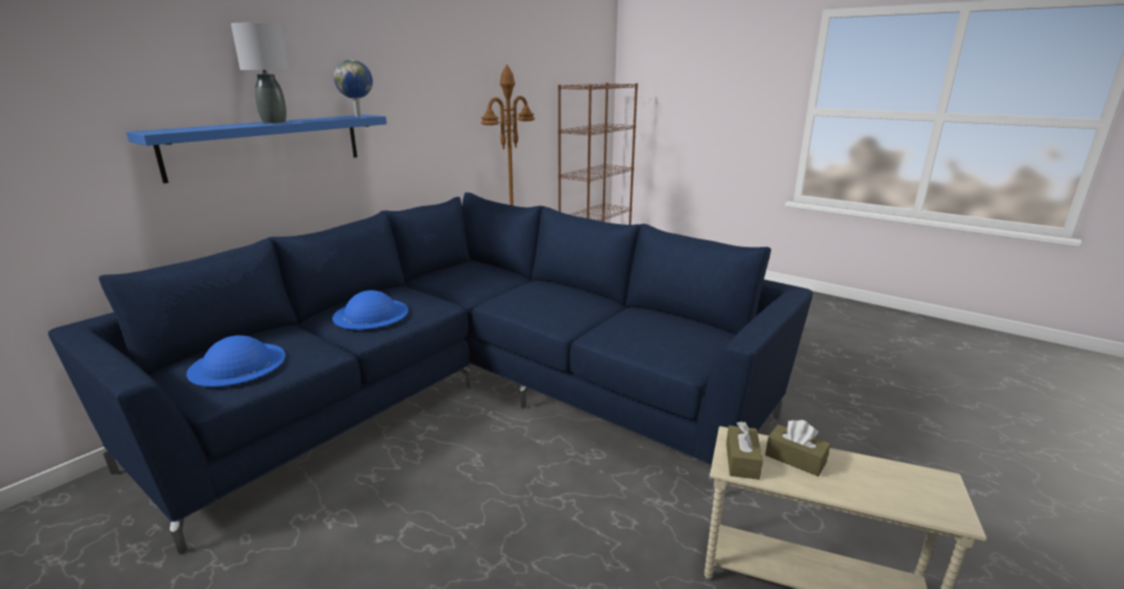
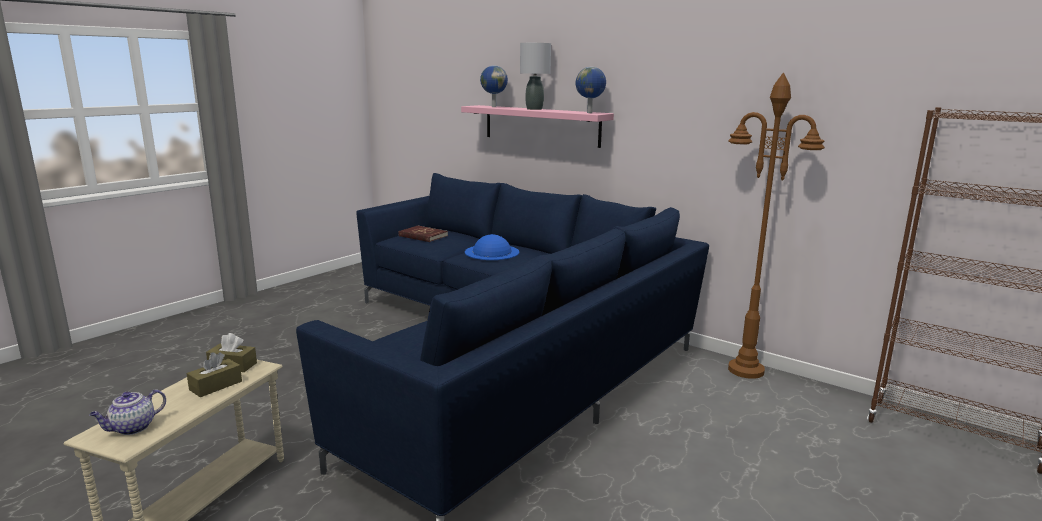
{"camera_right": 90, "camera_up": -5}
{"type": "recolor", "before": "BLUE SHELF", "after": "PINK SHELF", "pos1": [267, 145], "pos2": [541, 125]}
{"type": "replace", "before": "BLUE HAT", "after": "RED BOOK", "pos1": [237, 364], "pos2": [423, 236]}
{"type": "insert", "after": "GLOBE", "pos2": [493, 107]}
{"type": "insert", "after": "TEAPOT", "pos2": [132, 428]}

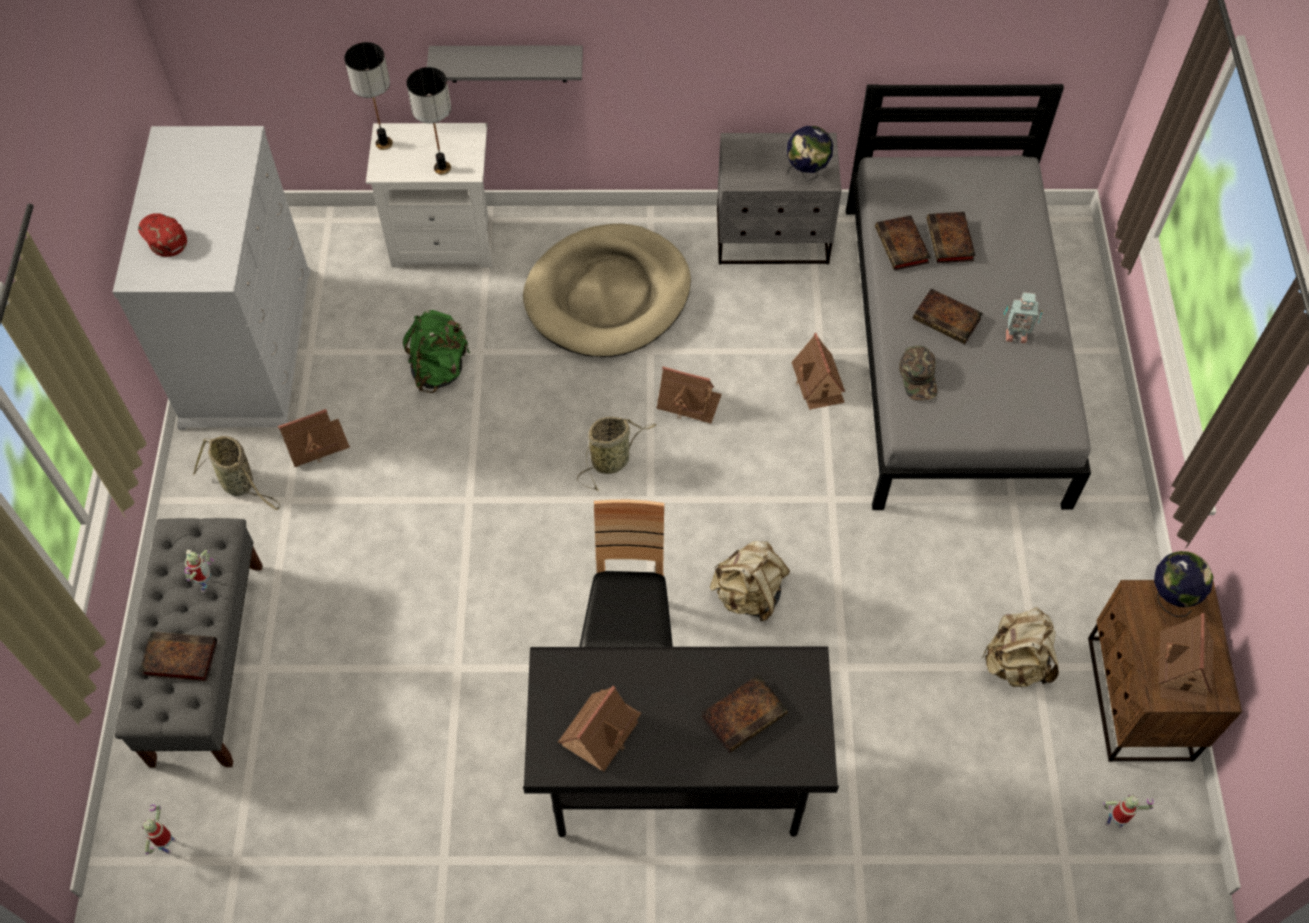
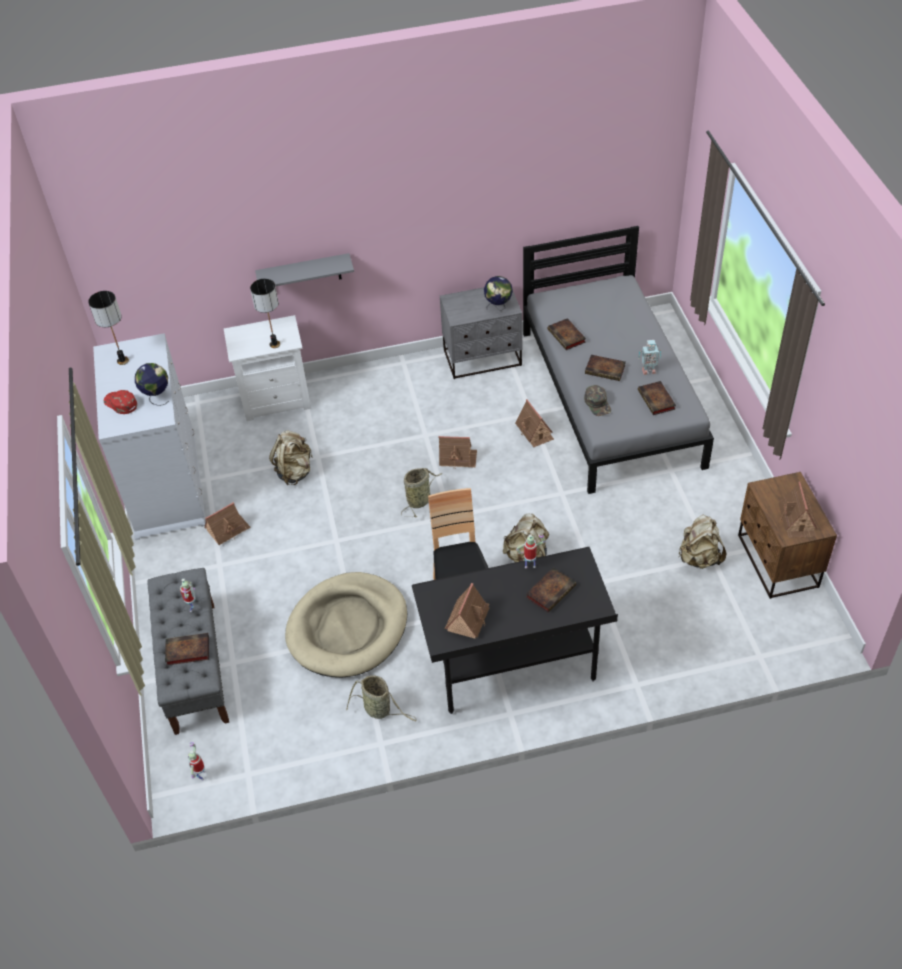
{"camera_right": -10, "camera_up": -10}
{"type": "move", "before": "TABLE LAMP", "pos1": [383, 143], "pos2": [122, 361]}
{"type": "move", "before": "BOOK", "pos1": [950, 241], "pos2": [657, 400]}
{"type": "move", "before": "BEIGE DOG BED", "pos1": [608, 295], "pos2": [348, 628]}
{"type": "recolor", "before": "GREEN BACKPACK", "after": "BEIGE BACKPACK", "pos1": [439, 369], "pos2": [294, 472]}
{"type": "move", "before": "BASKET", "pos1": [240, 484], "pos2": [379, 710]}
{"type": "move", "before": "GLOBE", "pos1": [1170, 597], "pos2": [157, 397]}
{"type": "move", "before": "TOY ROBOT", "pos1": [1114, 822], "pos2": [530, 565]}

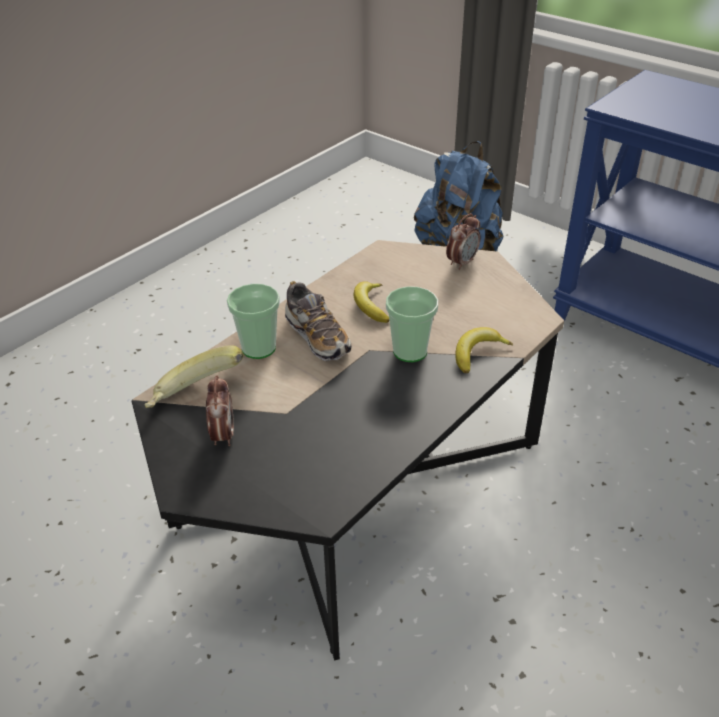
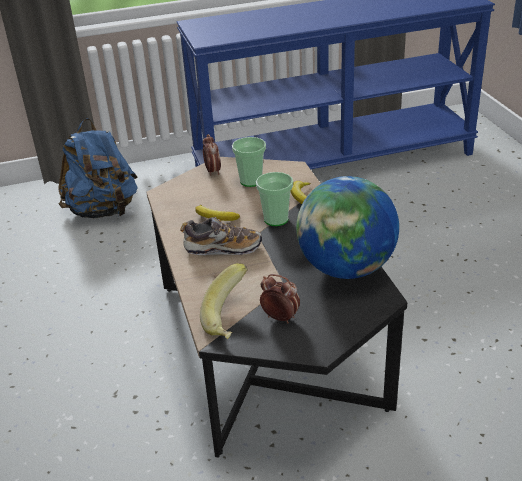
{"camera_right": -55, "camera_up": -5}
{"type": "move", "before": "CUP", "pos1": [258, 348], "pos2": [251, 181]}
{"type": "insert", "after": "GLOBE", "pos2": [346, 268]}

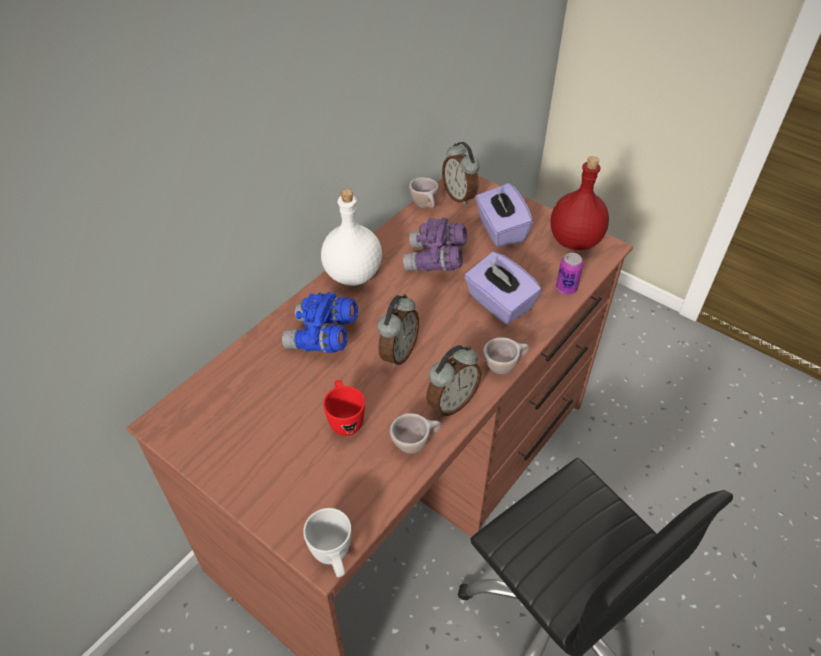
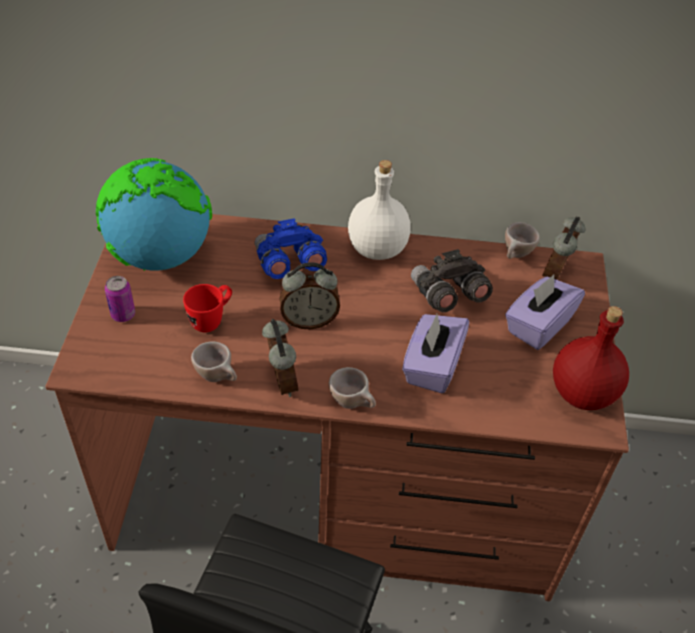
{"camera_right": 55, "camera_up": 0}
{"type": "recolor", "before": "PURPLE BINOCULARS", "after": "GREY BINOCULARS", "pos1": [435, 260], "pos2": [447, 295]}
{"type": "move", "before": "CAN", "pos1": [566, 288], "pos2": [123, 315]}
{"type": "rotate", "before": "ALARM CLOCK", "pos1": [451, 402], "pos2": [280, 382], "turn": -120}
{"type": "delete", "before": "WHITE MUG", "pos1": [333, 558]}
{"type": "insert", "after": "GLOBE", "pos2": [160, 256]}

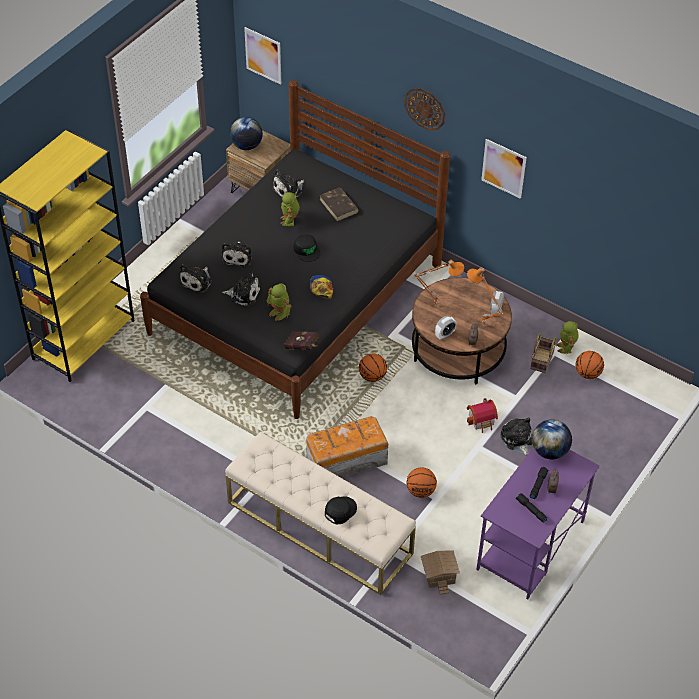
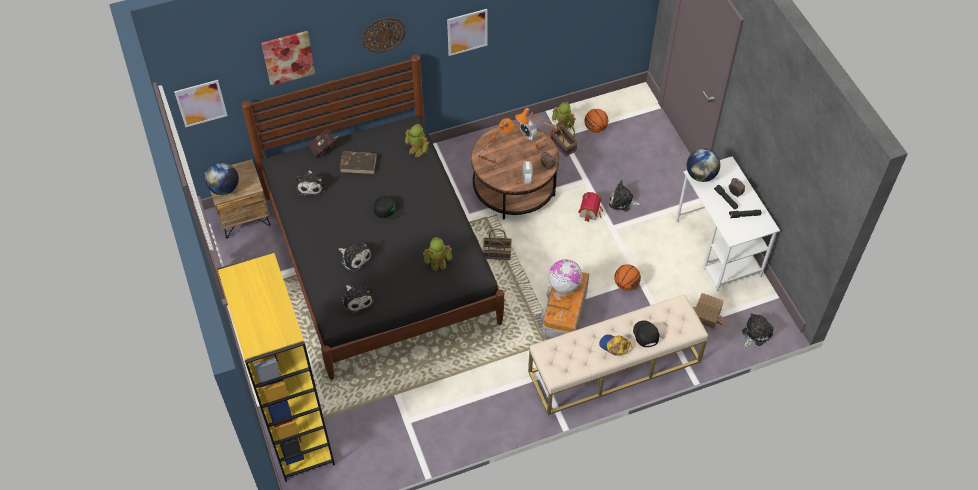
{"camera_right": -55, "camera_up": 5}
{"type": "move", "before": "TOY ROBOT", "pos1": [290, 221], "pos2": [418, 150]}
{"type": "move", "before": "PLUSH TOY", "pos1": [244, 294], "pos2": [755, 334]}
{"type": "move", "before": "CAP", "pos1": [321, 288], "pos2": [614, 346]}
{"type": "move", "before": "RED BOOK", "pos1": [303, 347], "pos2": [324, 147]}
{"type": "replace", "before": "BASKETBALL", "after": "BASKET", "pos1": [372, 376], "pos2": [498, 253]}
{"type": "recolor", "before": "PURPLE DESK", "after": "WHITE DESK", "pos1": [530, 546], "pos2": [718, 249]}
{"type": "insert", "after": "PICTURE", "pos2": [288, 57]}
{"type": "insert", "after": "GLOBE", "pos2": [564, 285]}

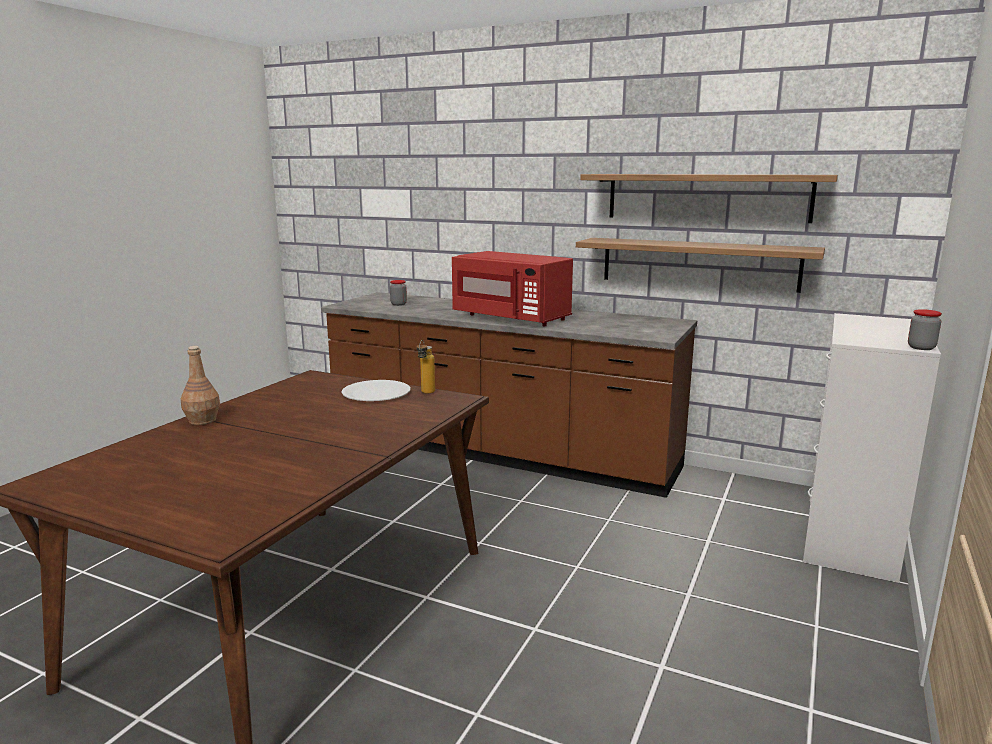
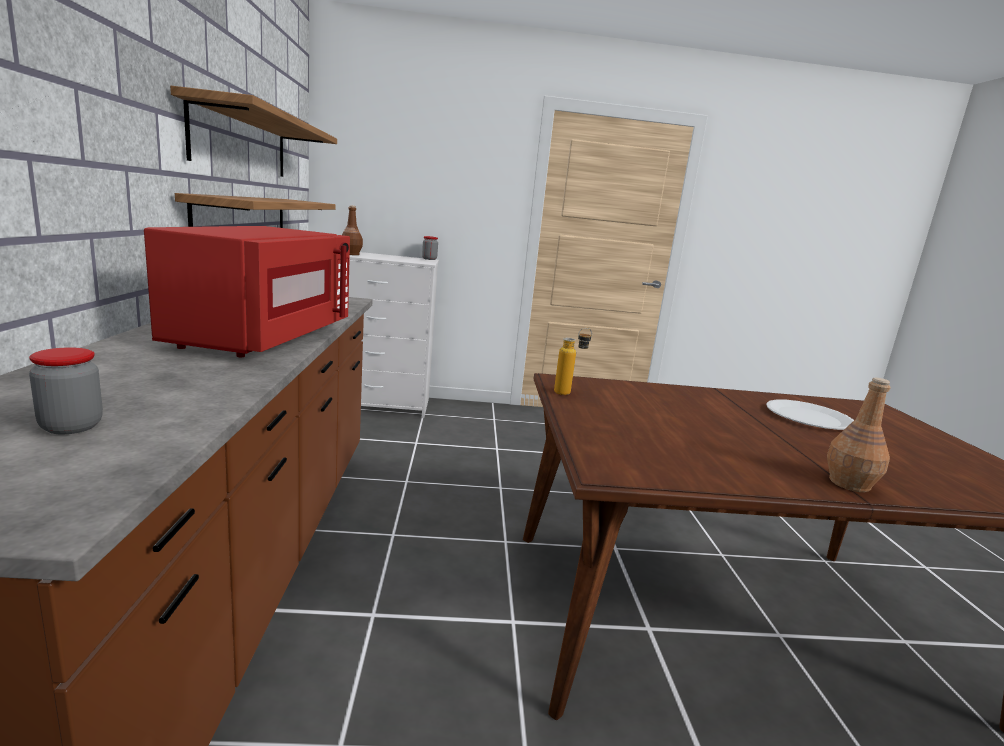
{"camera_right": -120, "camera_up": 0}
{"type": "move", "before": "WHITE PLATE", "pos1": [376, 393], "pos2": [809, 417]}
{"type": "insert", "after": "BROWN BOTTLE", "pos2": [351, 254]}

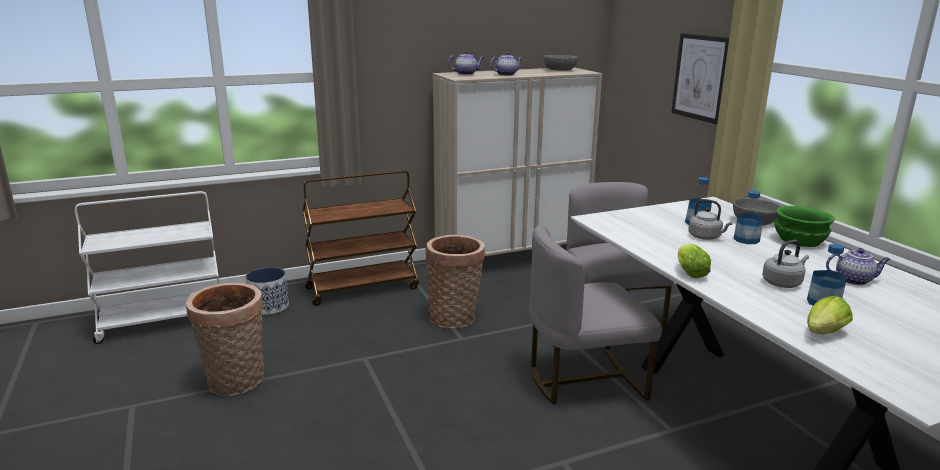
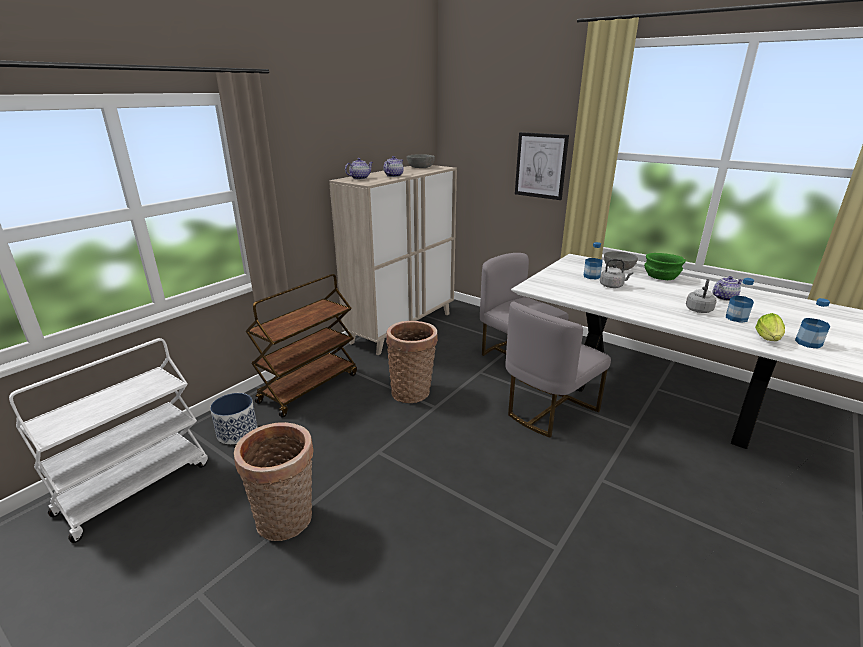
{"camera_right": -30, "camera_up": 5}
{"type": "move", "before": "BOTTLE", "pos1": [746, 240], "pos2": [808, 343]}
{"type": "delete", "before": "LETTUCE", "pos1": [689, 272]}

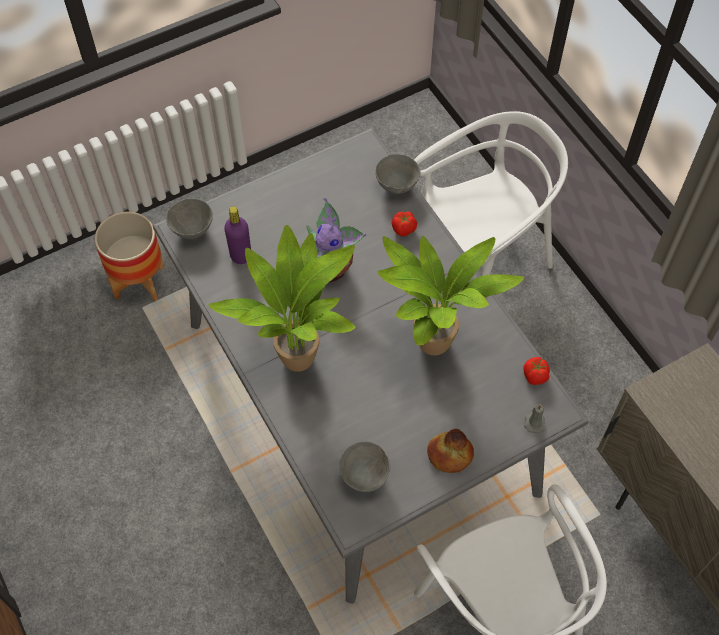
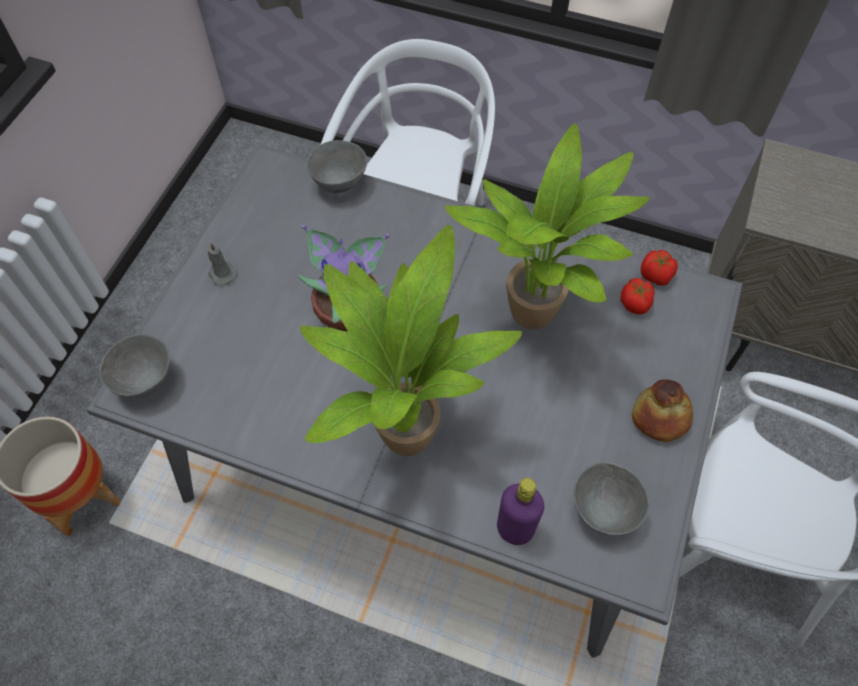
{"camera_right": -40, "camera_up": 0}
{"type": "move", "before": "PURPLE BOTTLE", "pos1": [241, 255], "pos2": [515, 529]}
{"type": "move", "before": "TOMATO", "pos1": [404, 229], "pos2": [634, 304]}
{"type": "move", "before": "GREY CANDLE", "pos1": [534, 421], "pos2": [222, 273]}

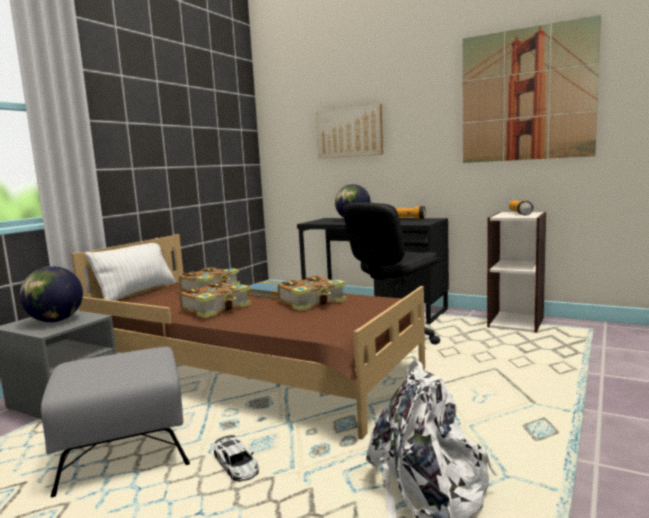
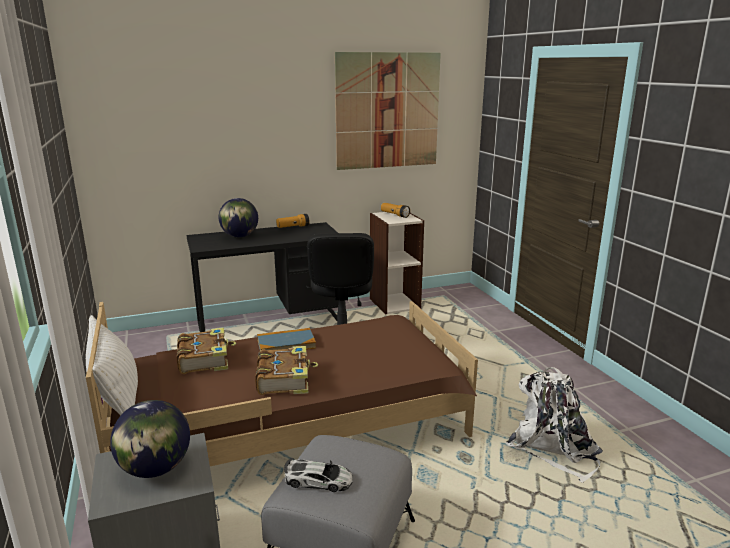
{"camera_right": -50, "camera_up": 10}
{"type": "delete", "before": "PICTURE", "pos1": [349, 132]}
{"type": "delete", "before": "BOOK", "pos1": [313, 302]}
{"type": "move", "before": "TOY CAR", "pos1": [236, 464], "pos2": [318, 480]}

